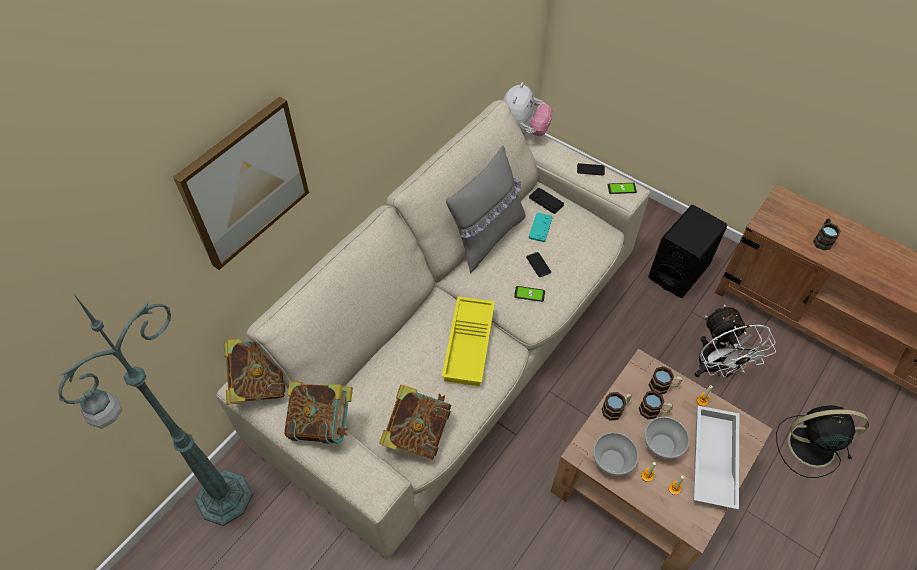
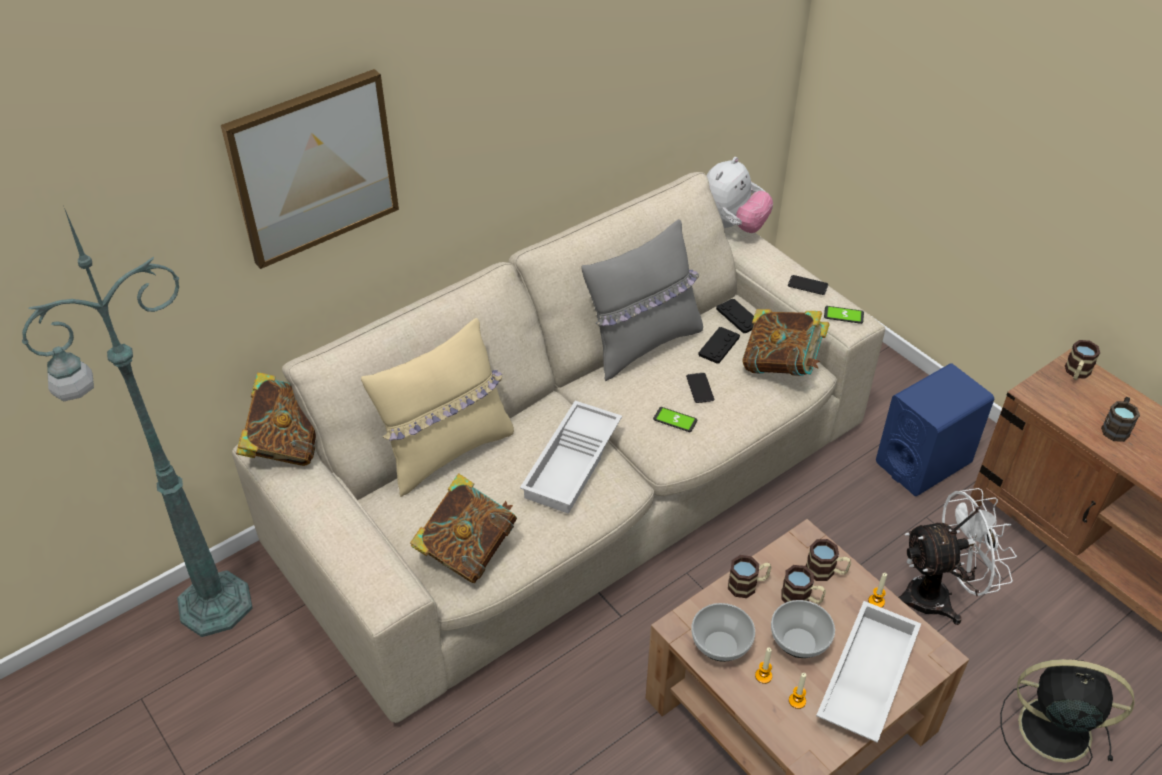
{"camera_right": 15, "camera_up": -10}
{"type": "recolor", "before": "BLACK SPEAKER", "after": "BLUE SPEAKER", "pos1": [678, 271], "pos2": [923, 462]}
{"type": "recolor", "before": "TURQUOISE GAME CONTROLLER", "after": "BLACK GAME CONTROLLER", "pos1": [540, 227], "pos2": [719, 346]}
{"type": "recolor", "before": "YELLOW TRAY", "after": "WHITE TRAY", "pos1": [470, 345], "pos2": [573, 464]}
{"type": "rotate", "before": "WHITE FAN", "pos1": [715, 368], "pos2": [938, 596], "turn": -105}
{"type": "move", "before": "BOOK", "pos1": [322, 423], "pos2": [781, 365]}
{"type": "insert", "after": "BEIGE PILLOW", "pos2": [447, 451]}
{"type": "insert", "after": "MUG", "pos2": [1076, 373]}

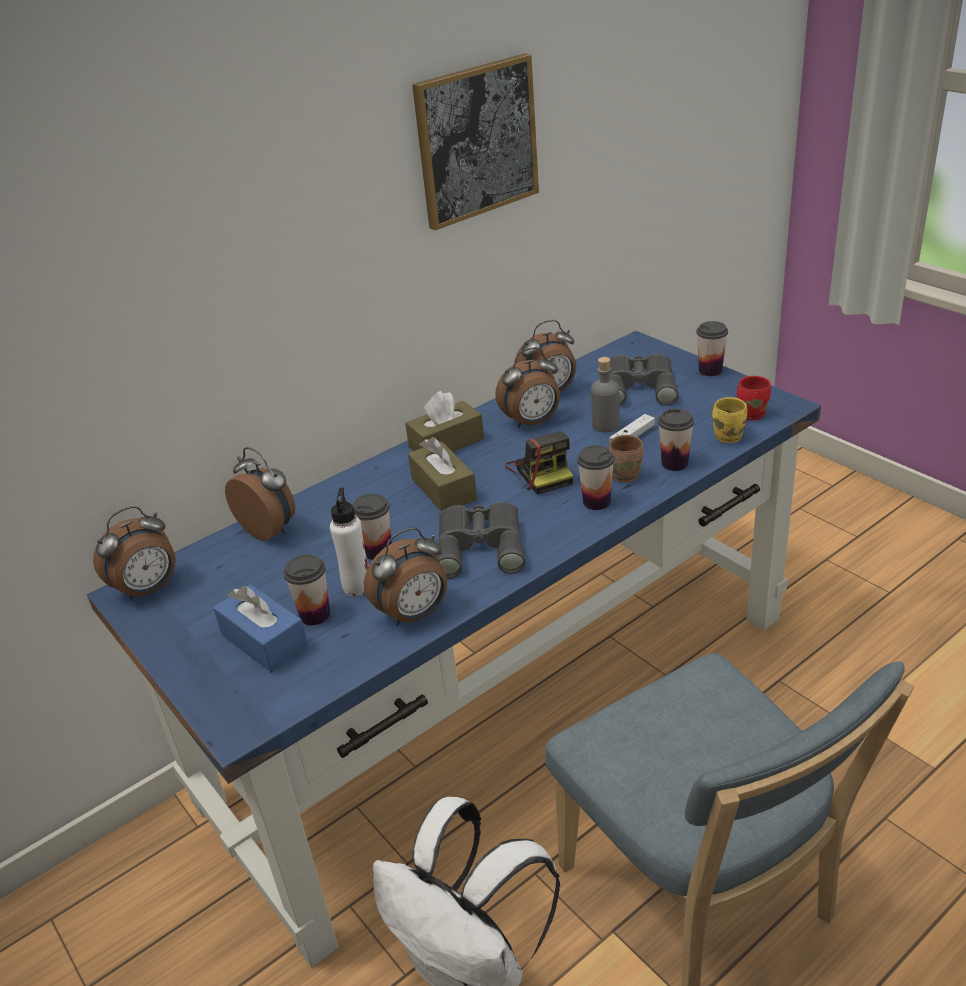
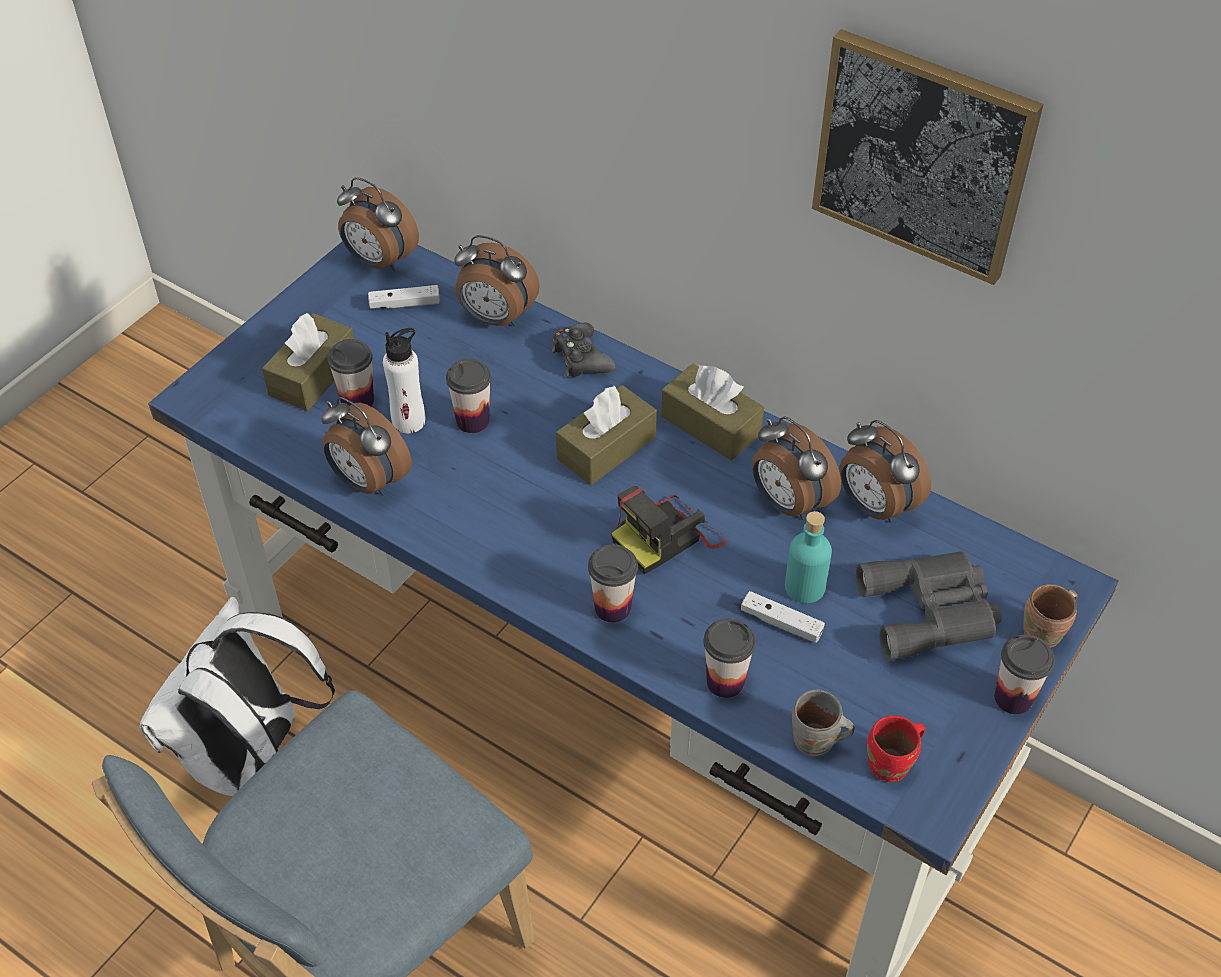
{"camera_right": 70, "camera_up": 15}
{"type": "recolor", "before": "GREY BOTTLE", "after": "TURQUOISE BOTTLE", "pos1": [605, 425], "pos2": [804, 587]}
{"type": "recolor", "before": "YELLOW MUG", "after": "GREY MUG", "pos1": [730, 436], "pos2": [815, 743]}
{"type": "move", "before": "BROWN MUG", "pos1": [626, 474], "pos2": [1046, 633]}
{"type": "rotate", "before": "ALARM CLOCK", "pos1": [270, 529], "pos2": [495, 318], "turn": 90}
{"type": "delete", "before": "GREY BINOCULARS", "pos1": [480, 544]}
{"type": "recolor", "before": "BLUE TISSUE BOX", "after": "BROWN TISSUE BOX", "pos1": [264, 641], "pos2": [313, 375]}
{"type": "insert", "after": "WHITE GAME CONTROLLER", "pos2": [405, 304]}
{"type": "insert", "after": "BLACK GAME CONTROLLER", "pos2": [581, 358]}

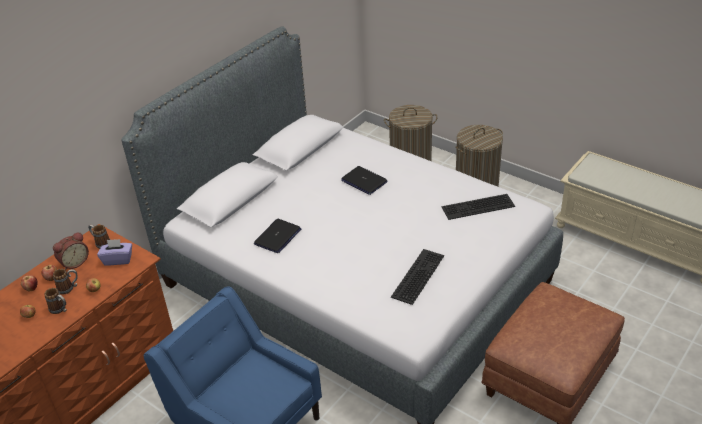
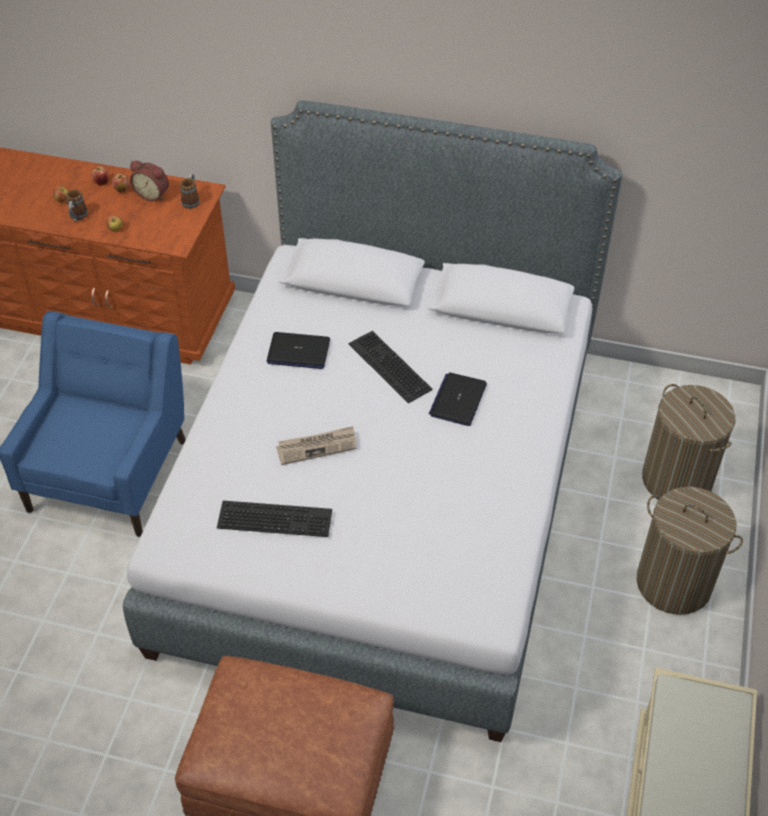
{"camera_right": 65, "camera_up": 10}
{"type": "move", "before": "KEYBOARD", "pos1": [478, 207], "pos2": [387, 366]}
{"type": "delete", "before": "PURPLE TISSUE BOX", "pos1": [118, 259]}
{"type": "delete", "before": "MUG", "pos1": [69, 288]}
{"type": "insert", "after": "NEWSPAPER", "pos2": [317, 447]}

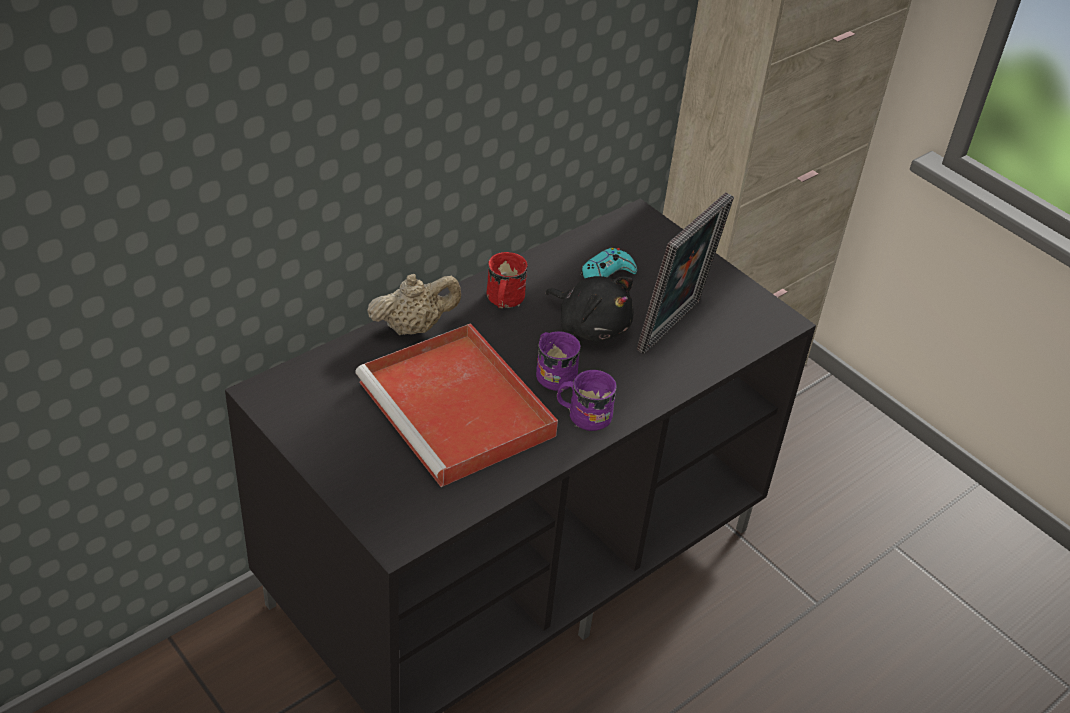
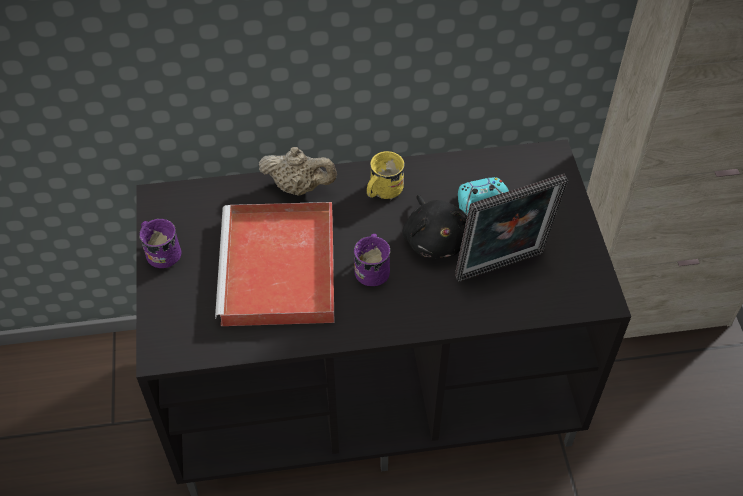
{"camera_right": 35, "camera_up": 10}
{"type": "recolor", "before": "RED MUG", "after": "YELLOW MUG", "pos1": [503, 301], "pos2": [382, 191]}
{"type": "move", "before": "PURPLE MUG", "pos1": [583, 415], "pos2": [161, 252]}

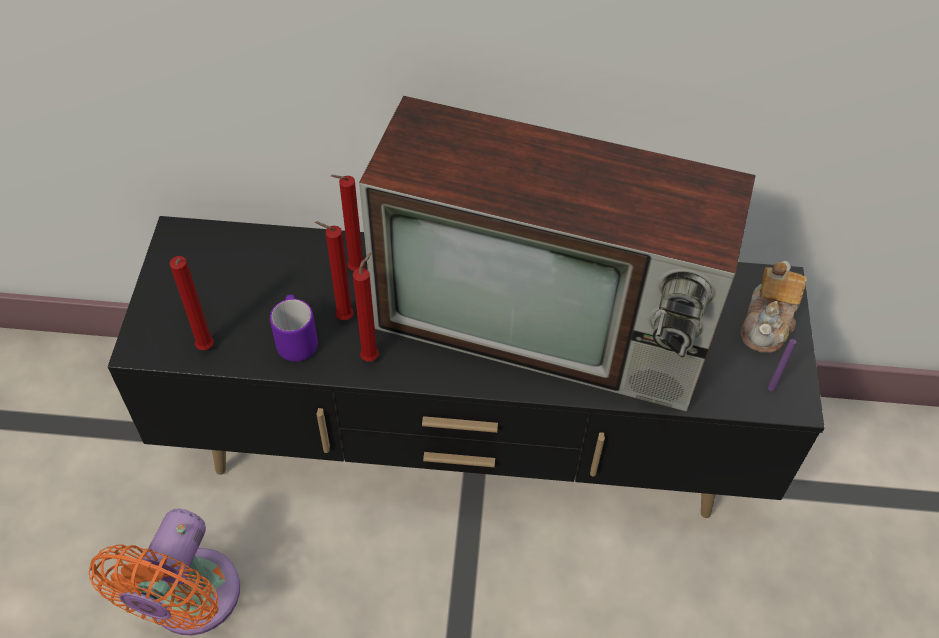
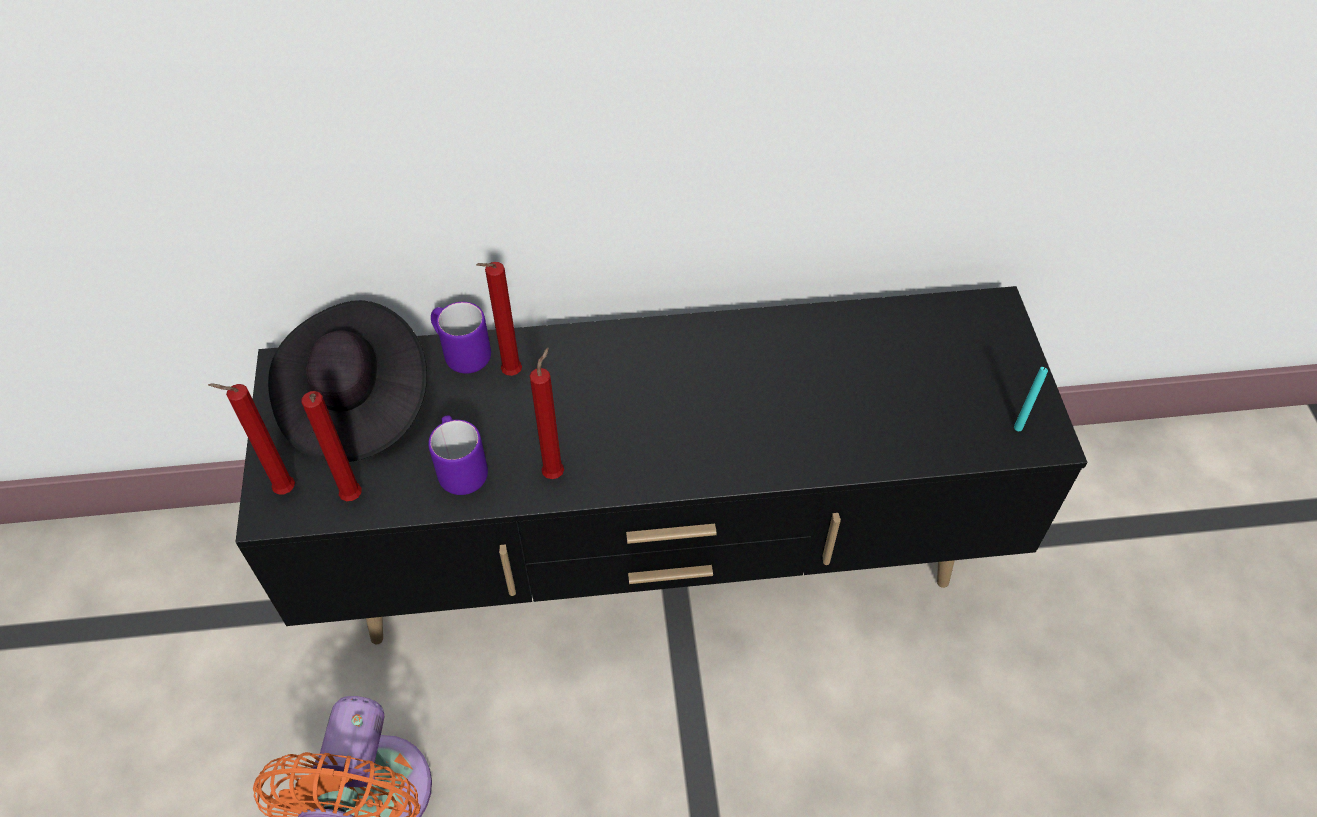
{"camera_right": -10, "camera_up": 0}
{"type": "delete", "before": "TELEVISION", "pos1": [547, 324]}
{"type": "move", "before": "RED CANDLE", "pos1": [341, 317], "pos2": [281, 491]}
{"type": "delete", "before": "TEAPOT", "pos1": [767, 323]}
{"type": "recolor", "before": "PURPLE CANDLE", "after": "TURQUOISE CANDLE", "pos1": [771, 388], "pos2": [1018, 428]}
{"type": "insert", "after": "BLACK HAT", "pos2": [355, 404]}
{"type": "insert", "after": "PURPLE MUG", "pos2": [461, 353]}

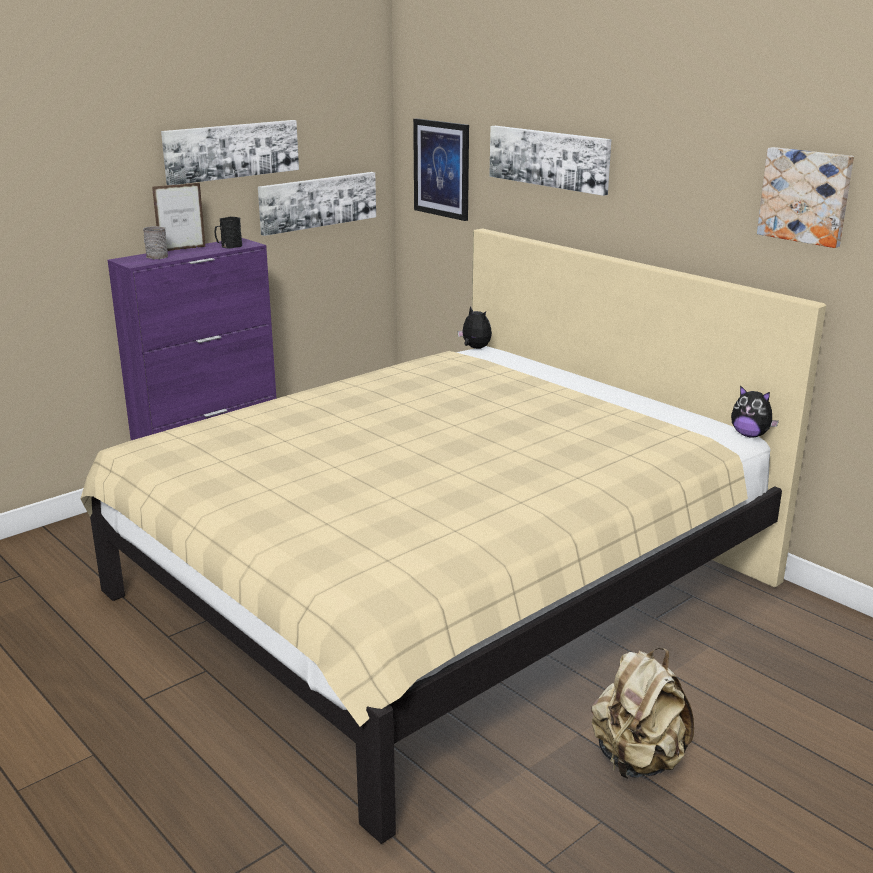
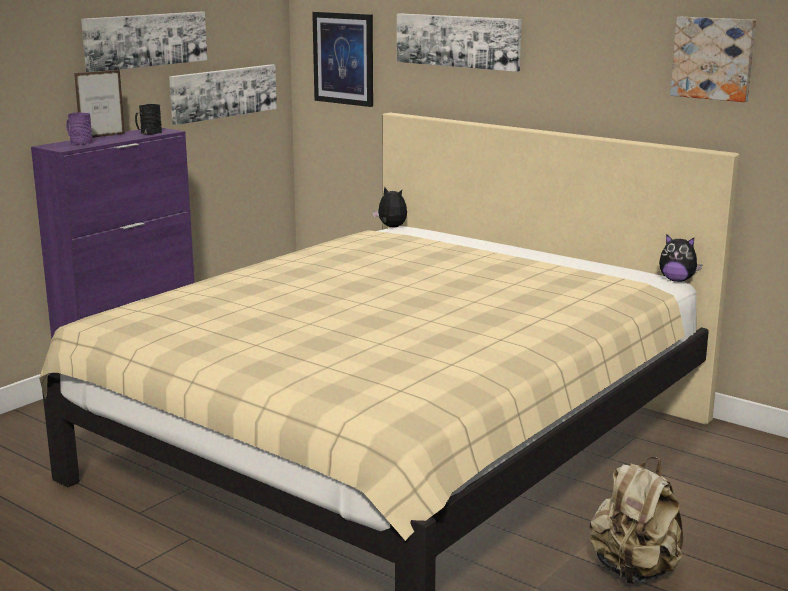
{"camera_right": -10, "camera_up": -5}
{"type": "recolor", "before": "GREY MUG", "after": "PURPLE MUG", "pos1": [155, 256], "pos2": [79, 142]}

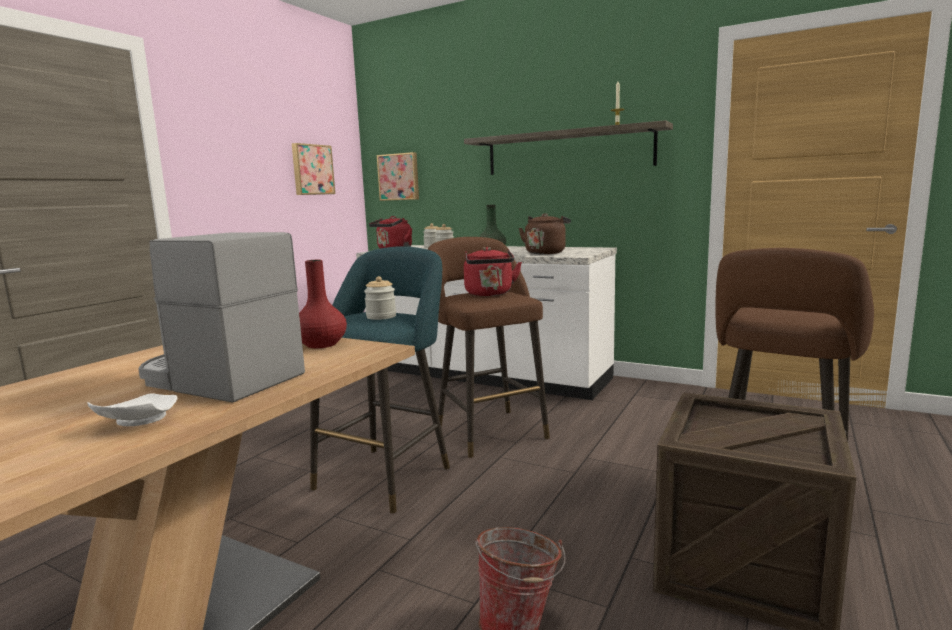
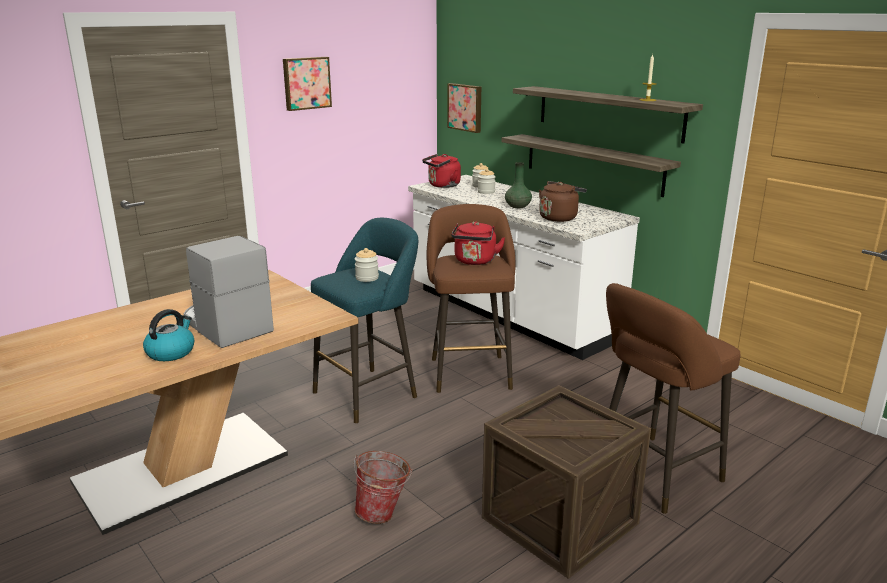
{"camera_right": 20, "camera_up": 10}
{"type": "move", "before": "PICTURE", "pos1": [312, 169], "pos2": [306, 83]}
{"type": "delete", "before": "RED VASE", "pos1": [321, 344]}
{"type": "replace", "before": "WHITE PLATE", "after": "KETTLE", "pos1": [137, 421], "pos2": [171, 352]}
{"type": "insert", "after": "SHELF", "pos2": [592, 164]}

